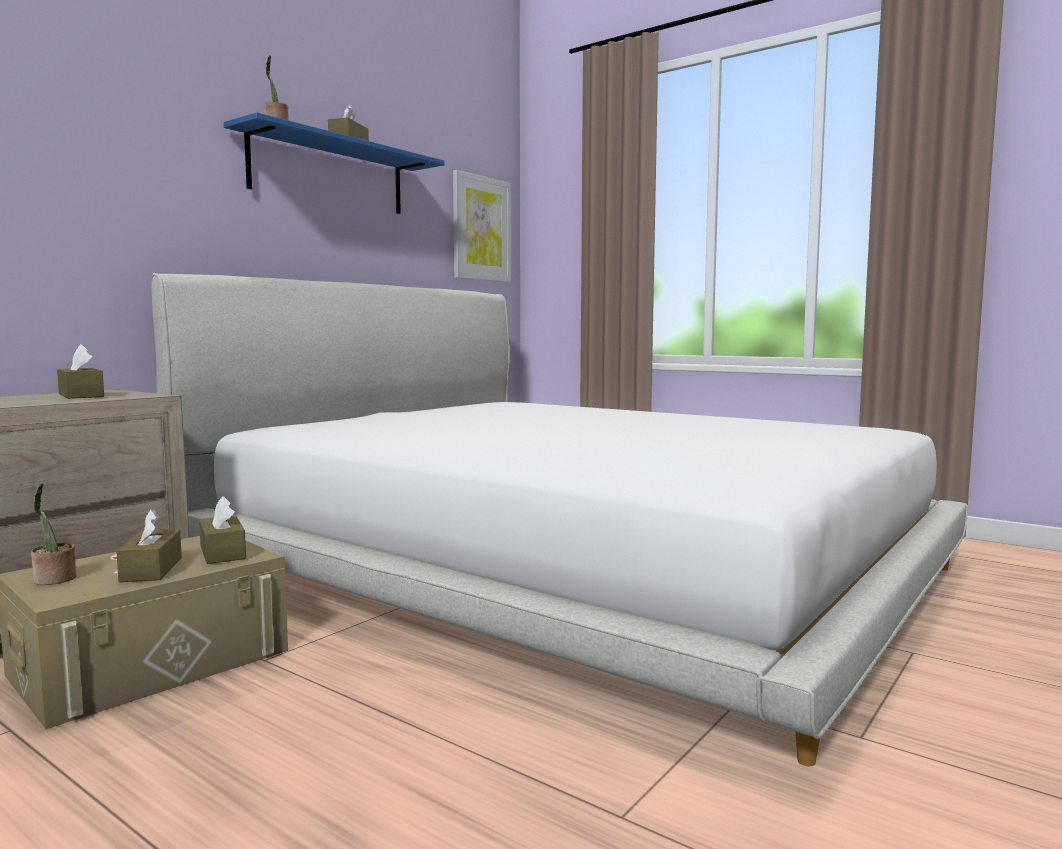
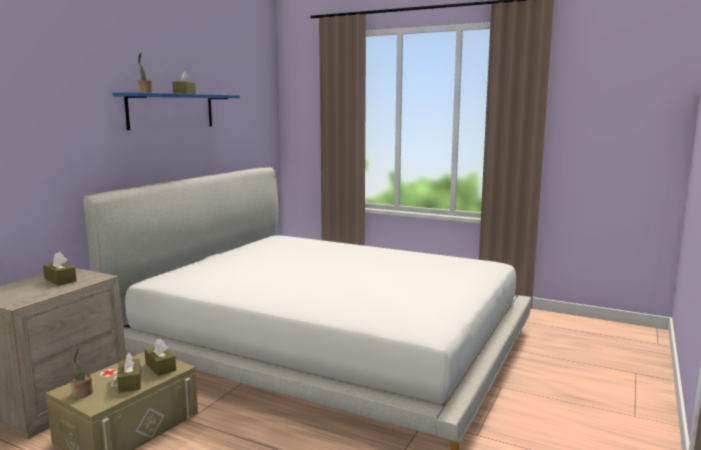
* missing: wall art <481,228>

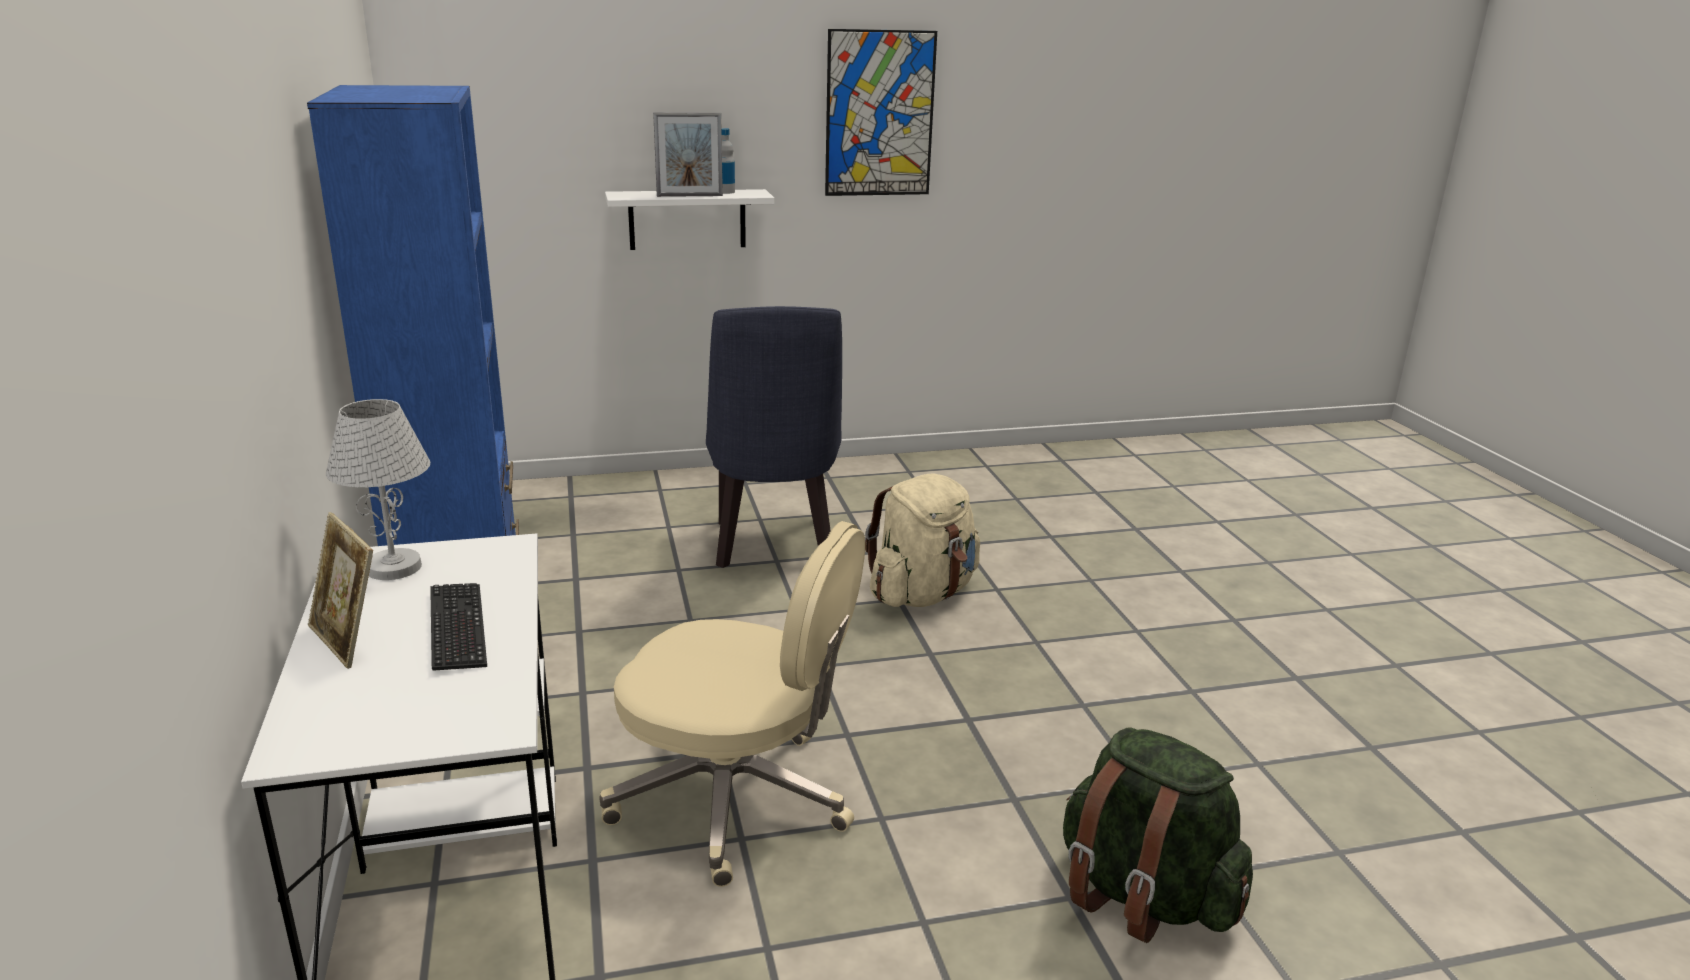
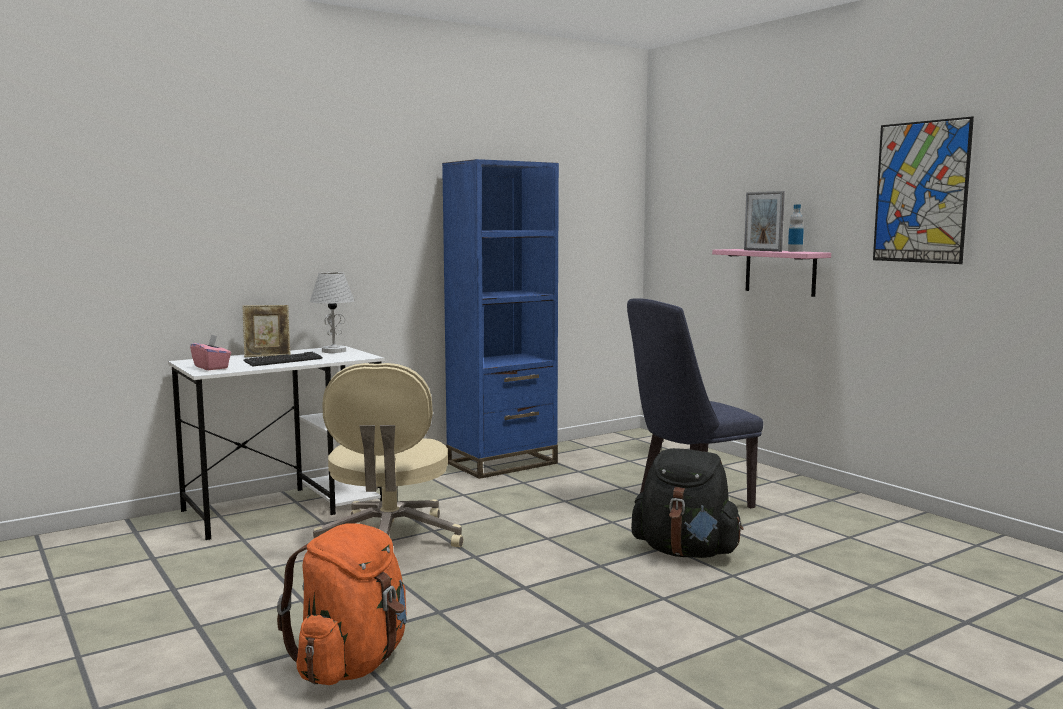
* colour: wall shelf in white <687,219> to wall shelf in pink-coloured <780,272>
* colour: rucksack in beige <922,594> to rucksack in black-coloured <686,552>
* spun: standing frame <348,640> = <267,355> 135 degrees counterclockwise
* colour: rucksack in greenish <1142,895> to rucksack in orange-coloured <352,664>
* appeared: box of tissues in pink-coloured <211,367>

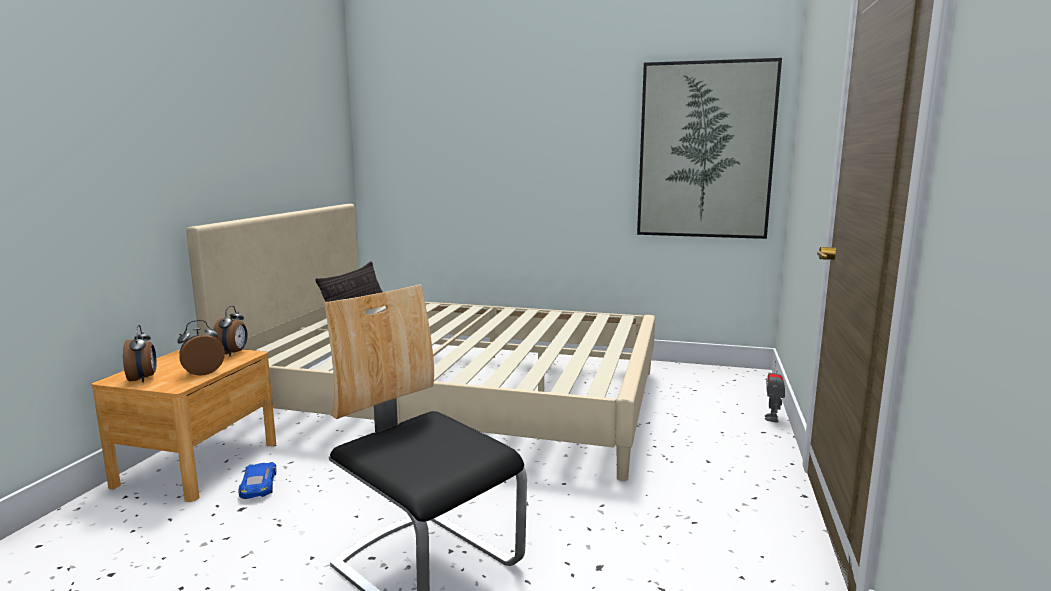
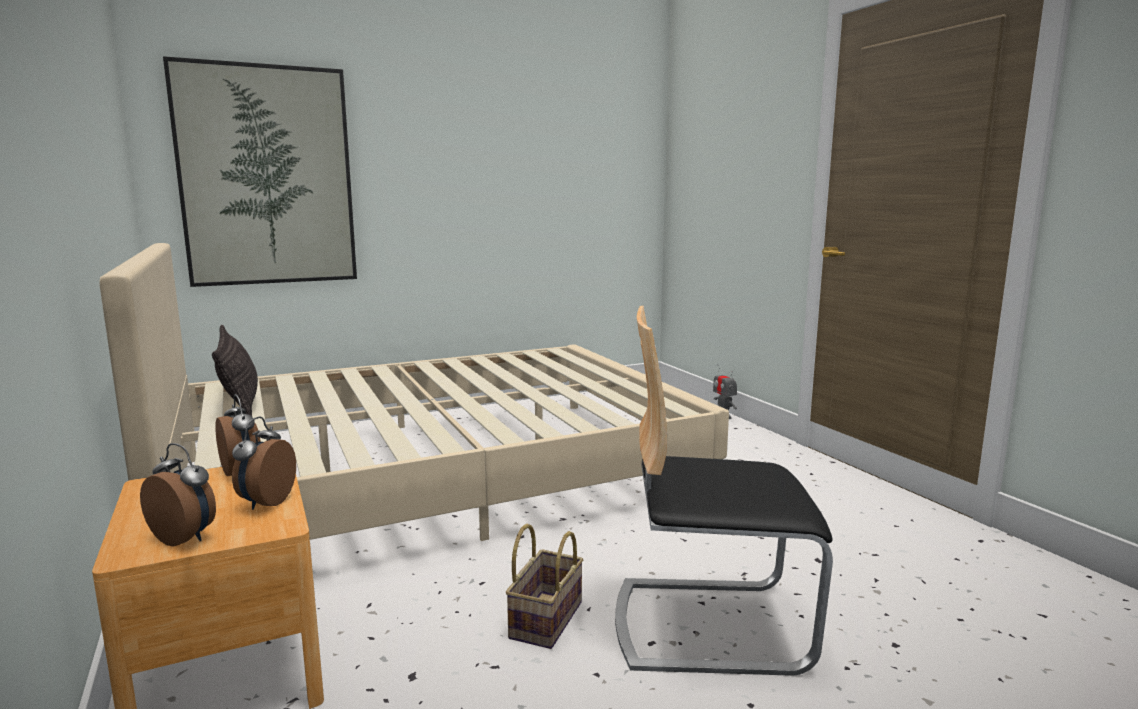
* relocated: wall art <705,151> to <267,176>
* missing: model car in blue-coloured <258,485>
* appeared: household basket <545,618>

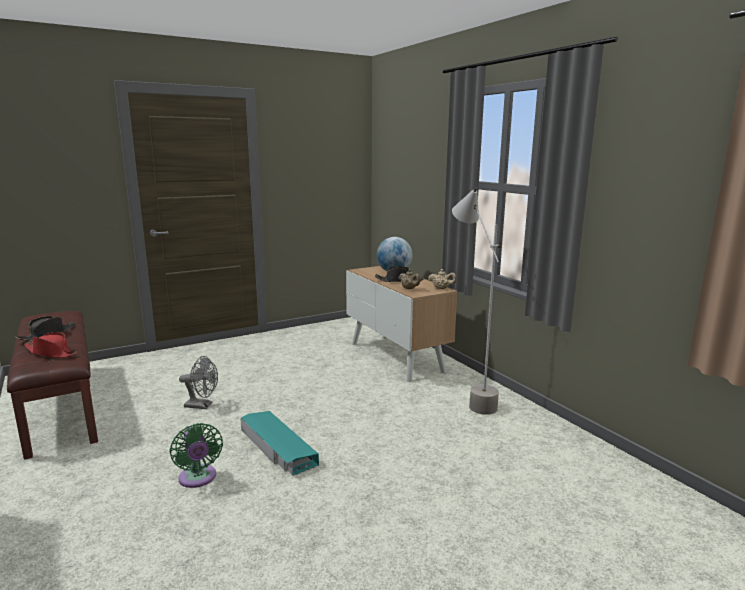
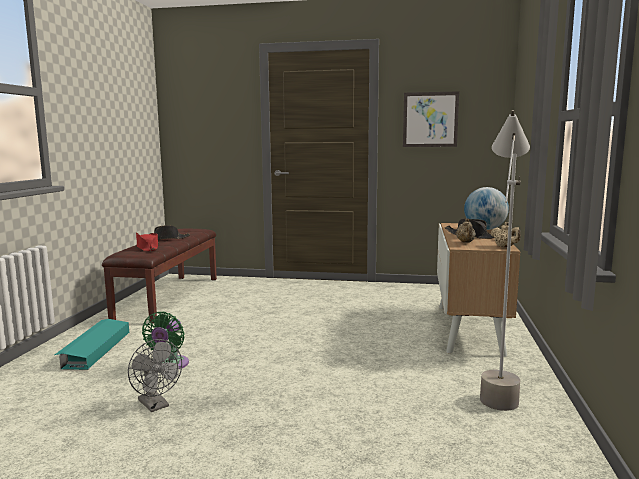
* relocated: electric fan in greyish <202,405> to <156,405>
* relocated: storage bin in blue-green <277,447> to <95,349>
* appeared: wall art <430,119>

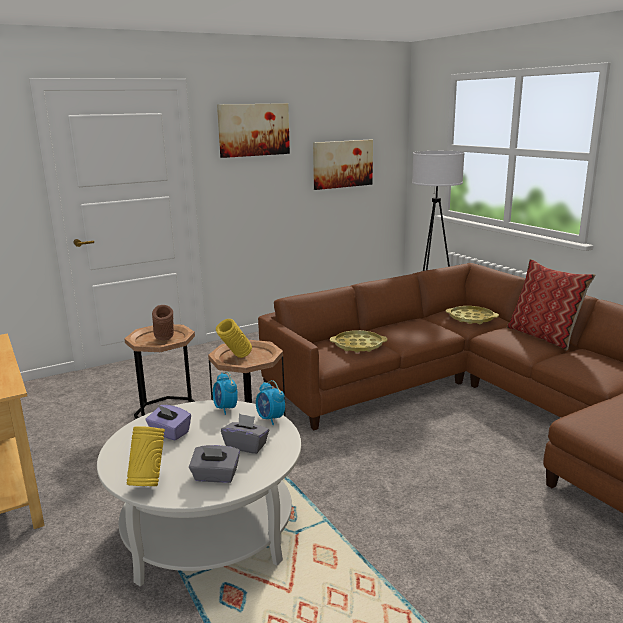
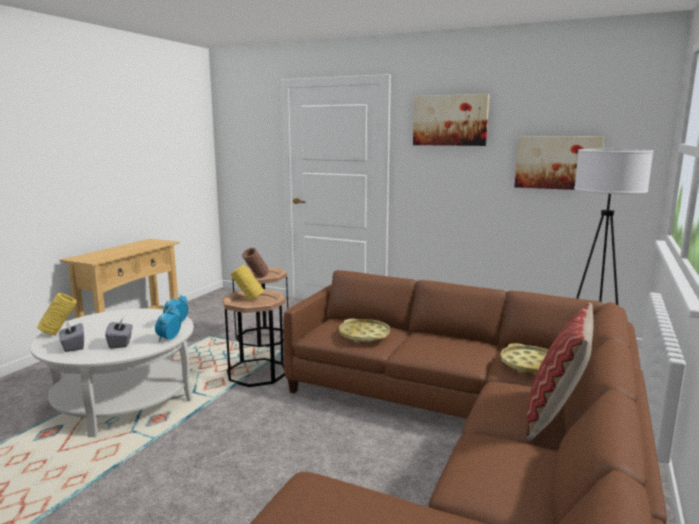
* missing: box of tissues in purple <169,433>

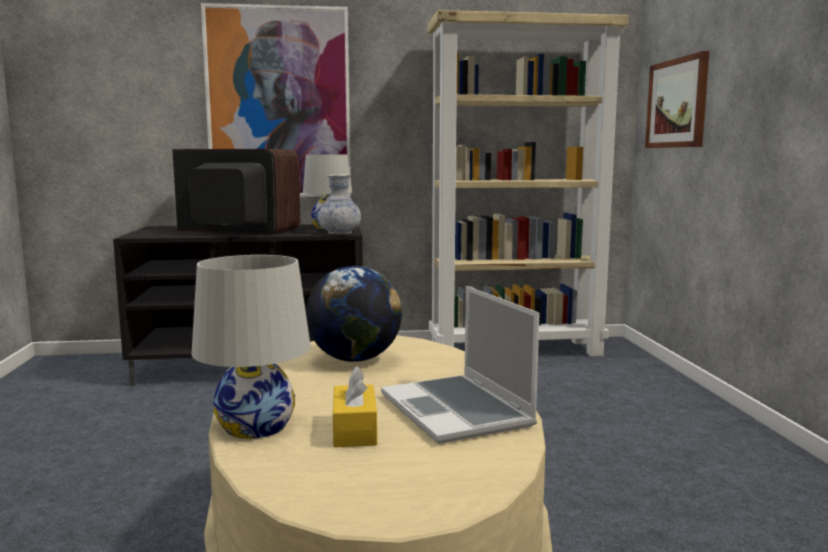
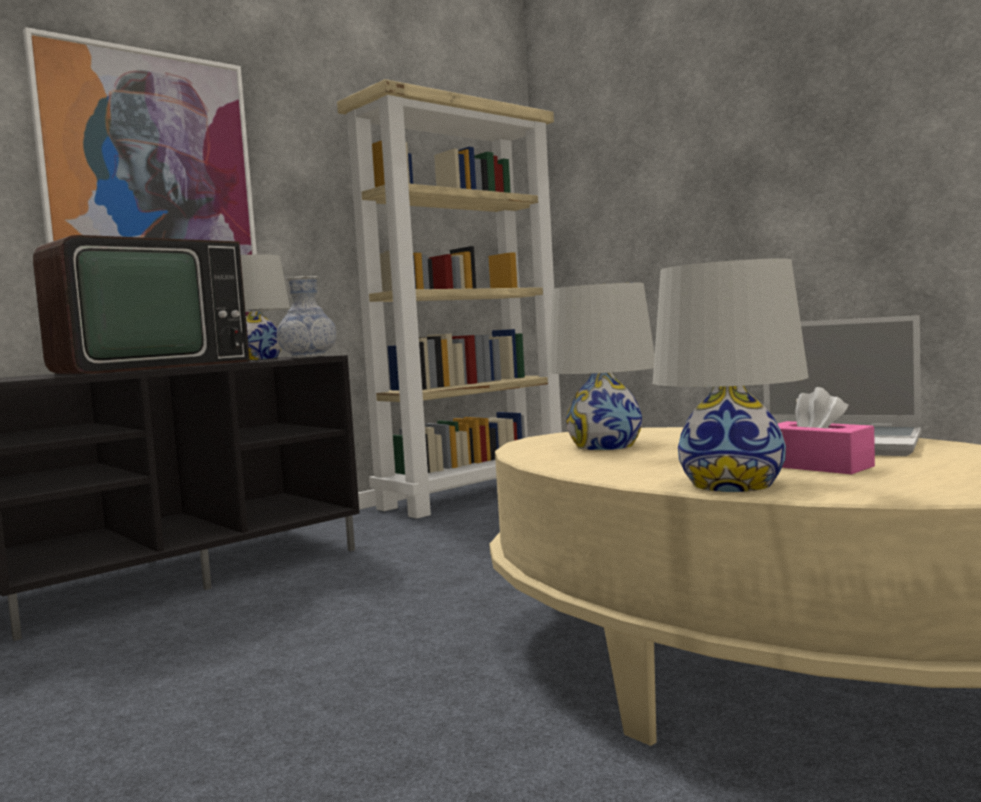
* missing: wall art <677,103>
* spun: TV <236,231> = <145,368> 150 degrees clockwise
* exchanged: world globe <354,359> to tabletop lamp in white <604,445>
* colour: box of tissues in yellow <354,430> to box of tissues in pink-coloured <817,466>

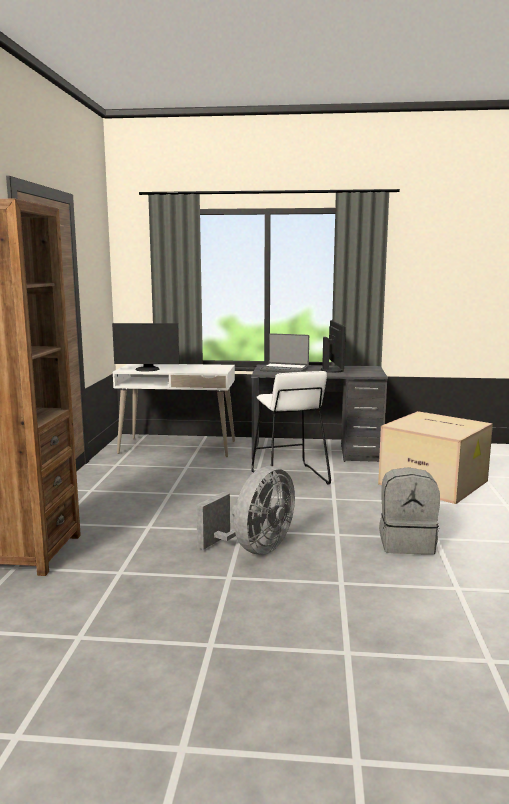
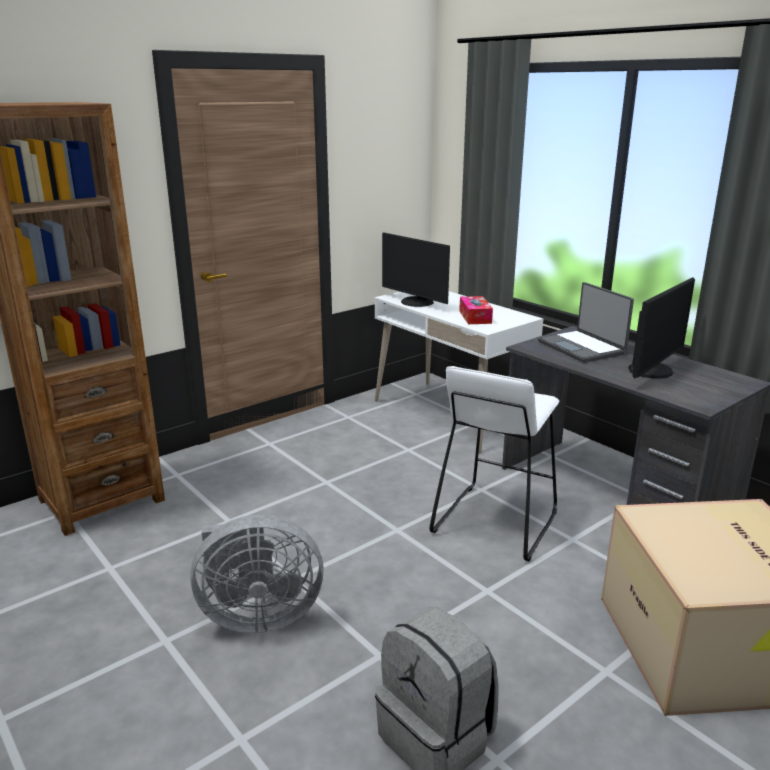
* appeared: box of tissues <475,317>

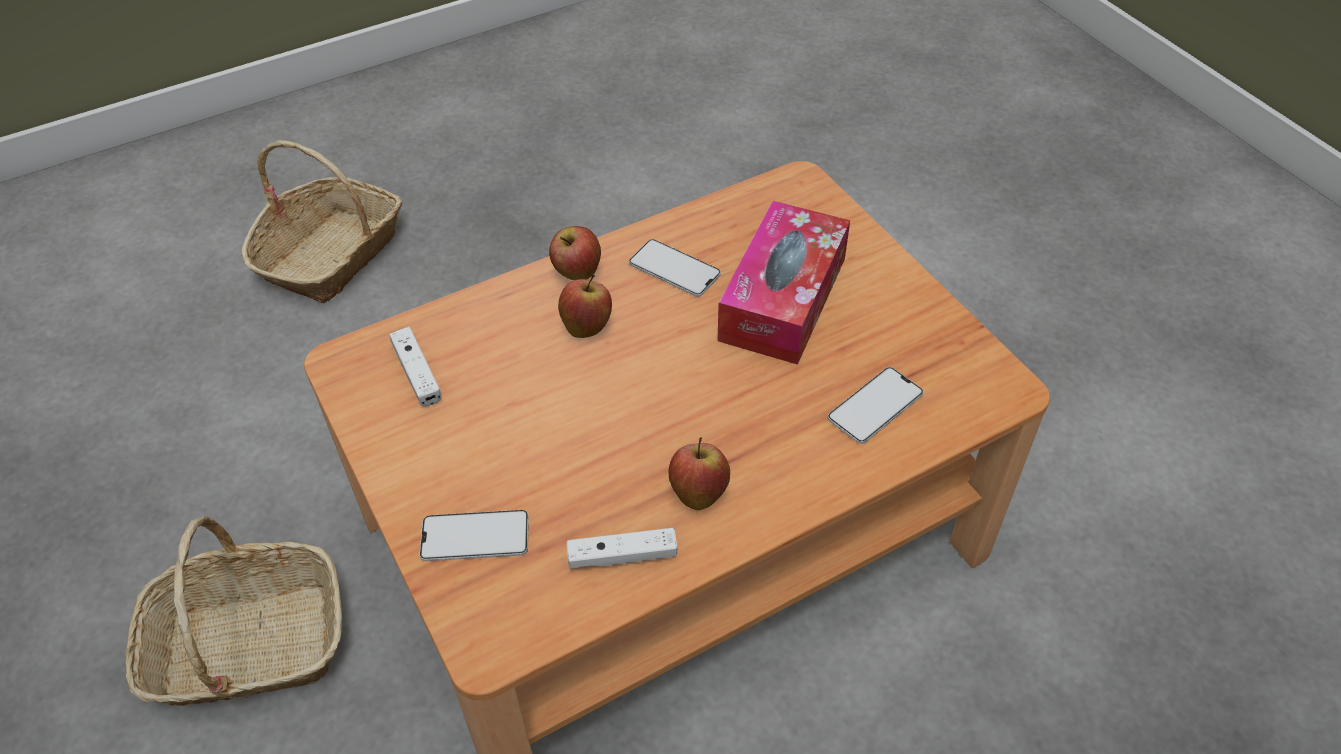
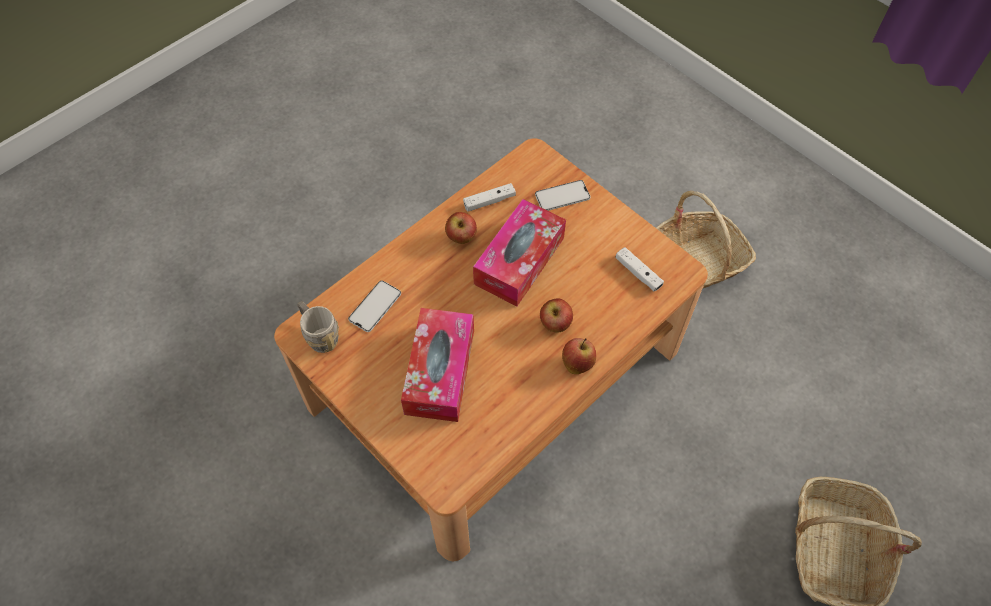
* missing: handset <674,268>
* appeared: box of tissues <519,261>
* appeared: coffee mug in greyish <319,335>

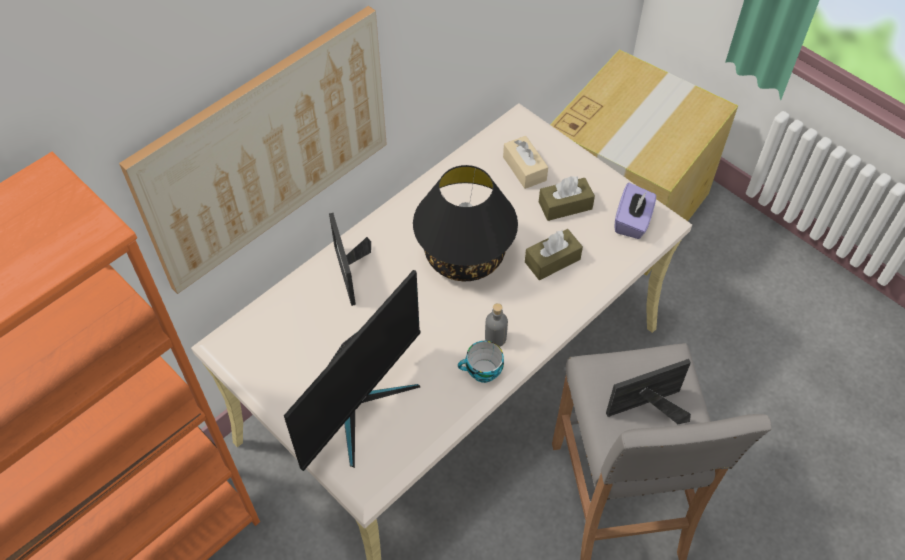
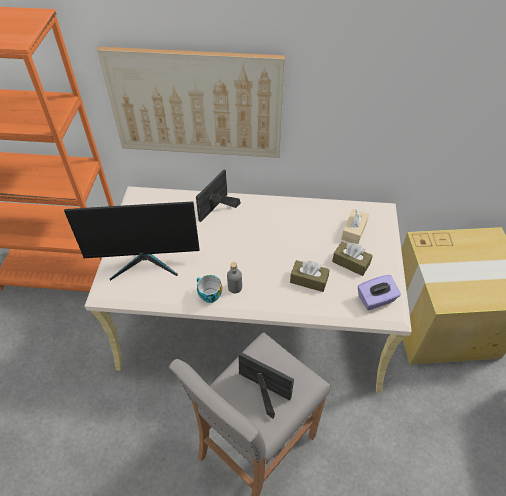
* missing: tabletop lamp in black-coloured <464,257>

